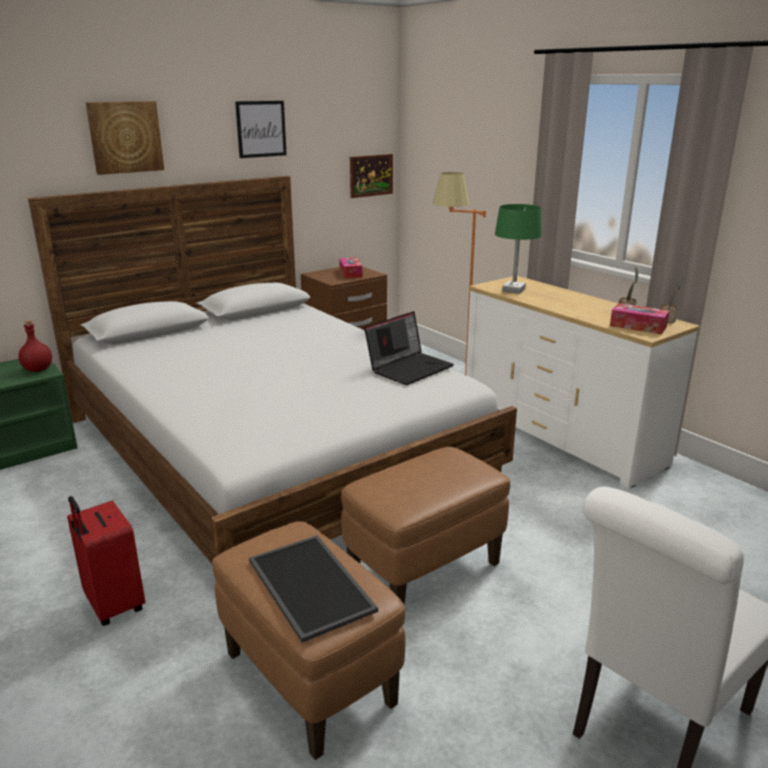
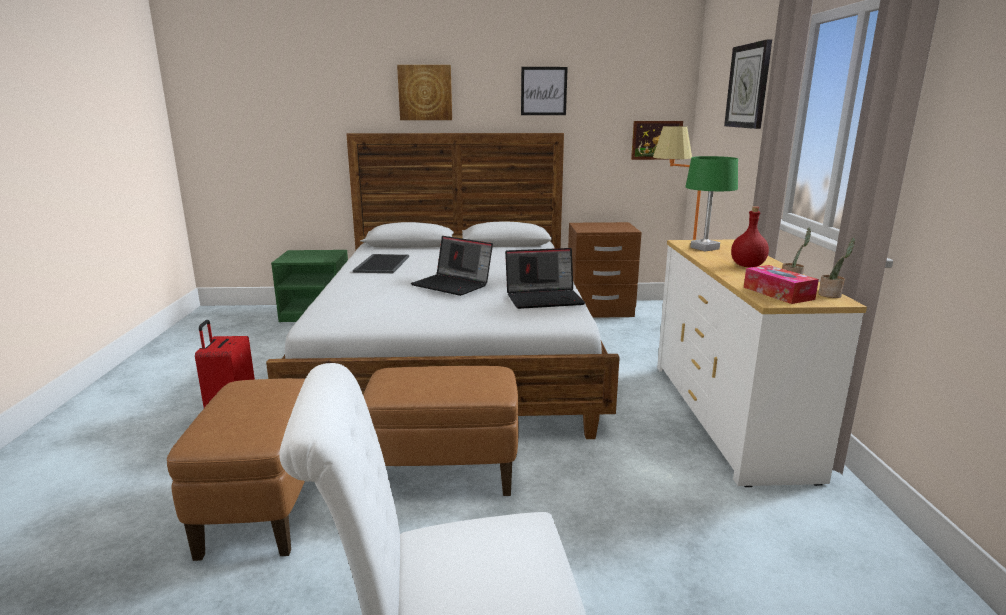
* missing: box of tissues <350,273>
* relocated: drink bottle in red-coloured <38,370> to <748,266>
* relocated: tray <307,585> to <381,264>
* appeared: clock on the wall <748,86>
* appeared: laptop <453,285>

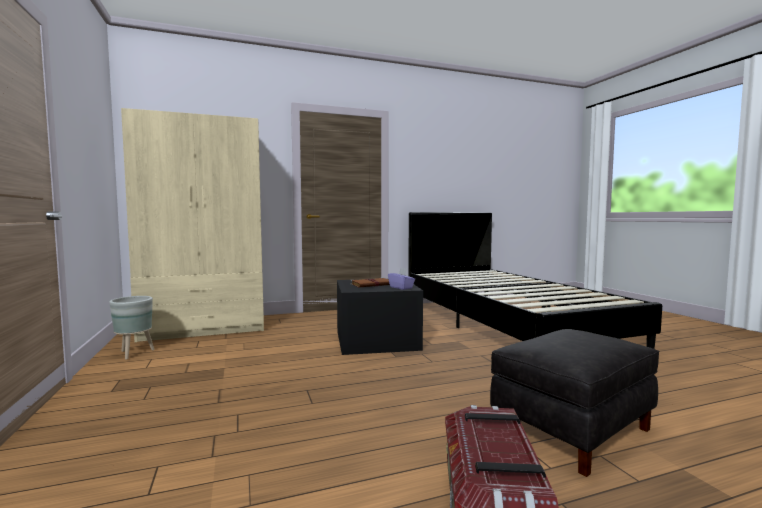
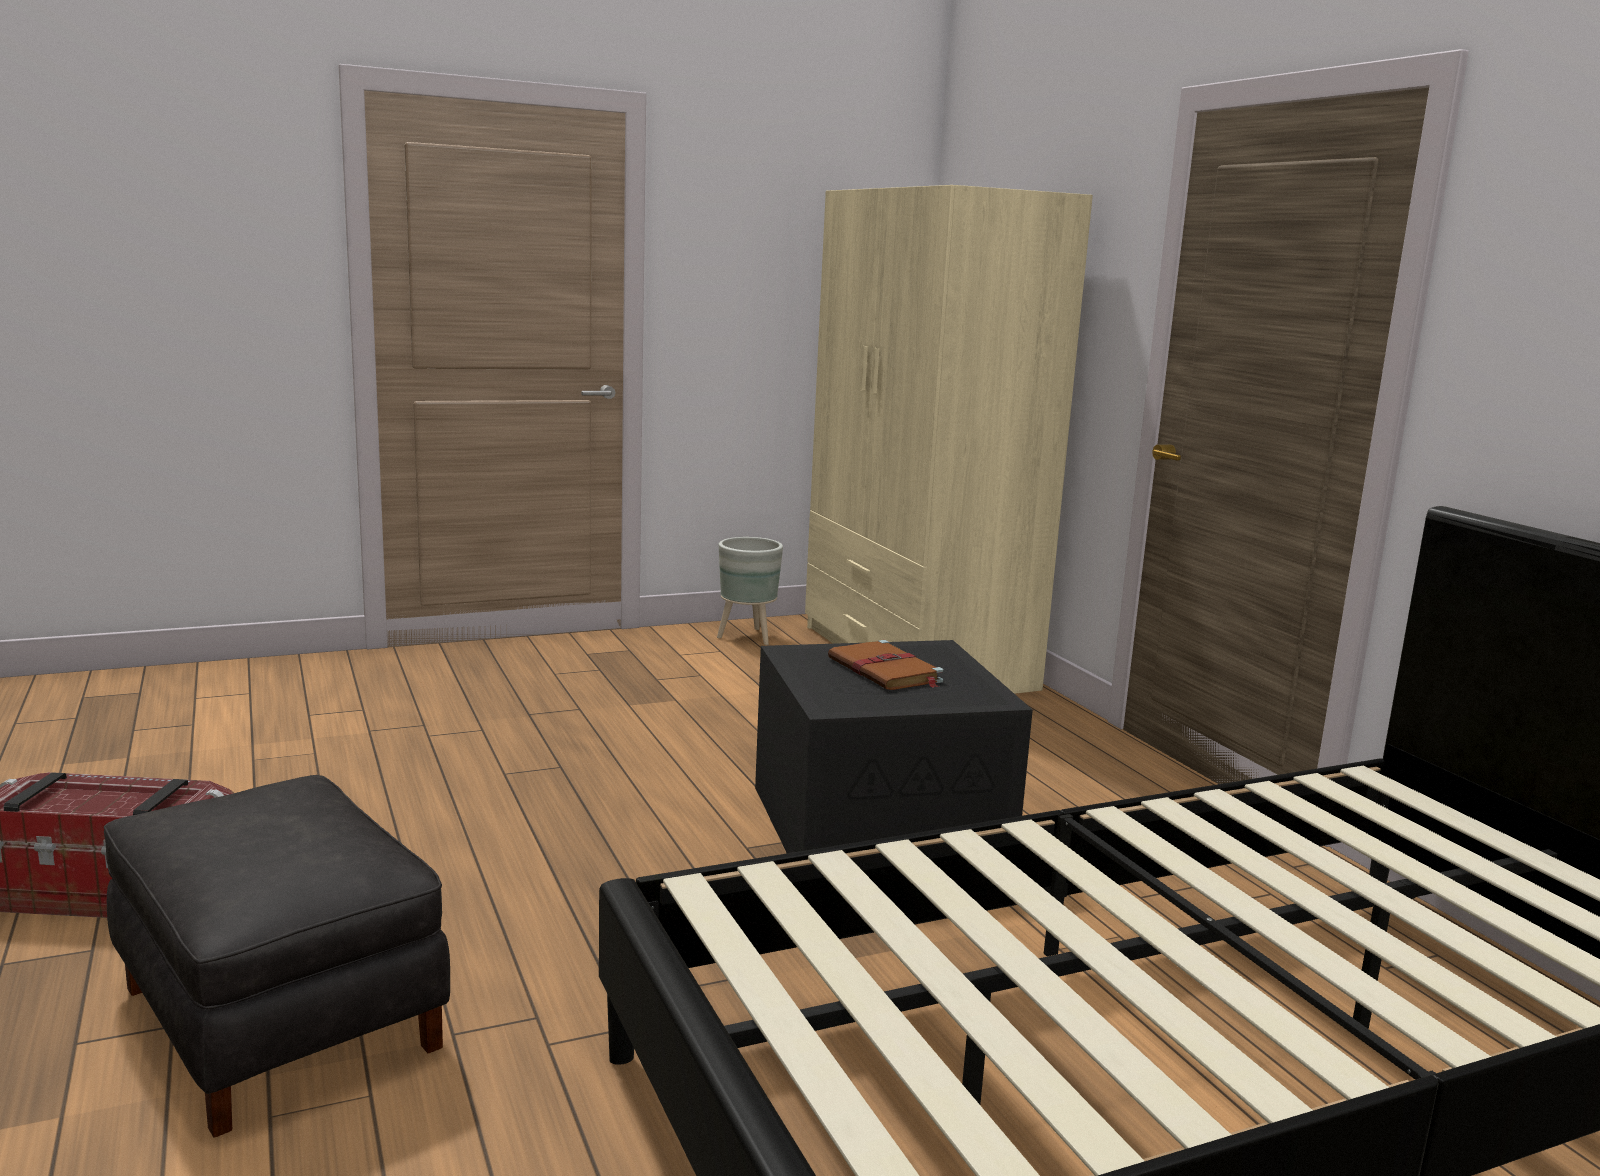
* missing: box of tissues in purple <401,288>

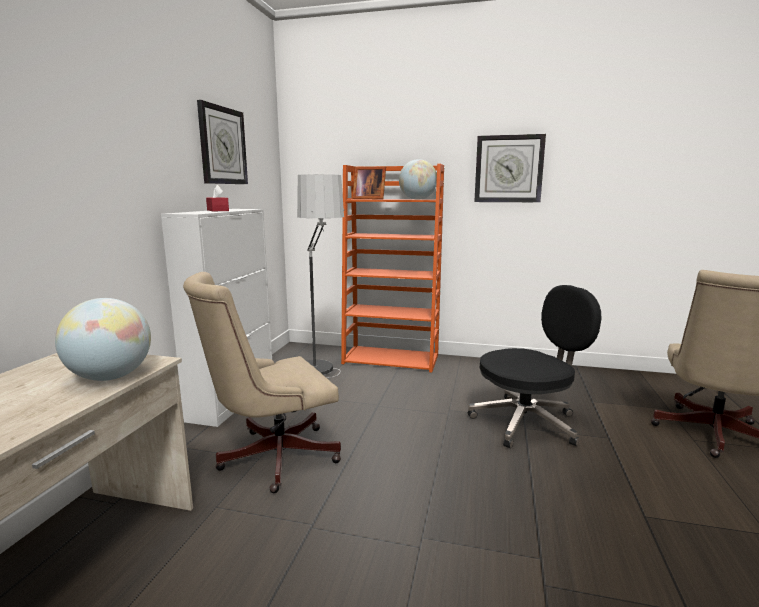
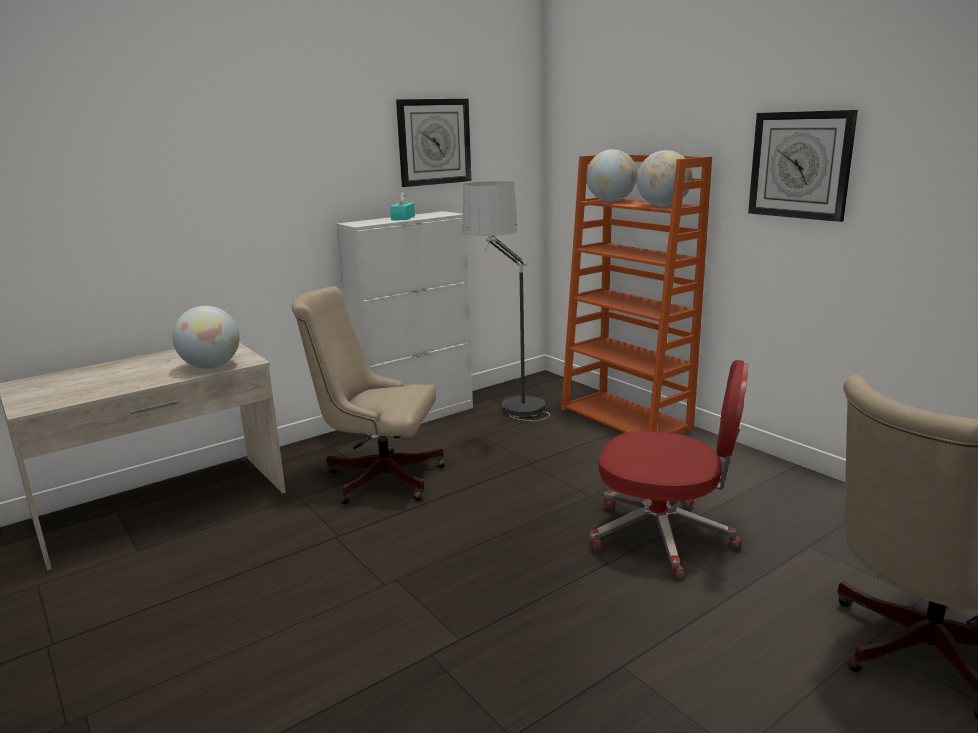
* exchanged: standing frame <369,199> to world globe <610,201>
* colour: box of tissues in red-coloured <217,210> to box of tissues in blue-green <403,218>
* colour: desk chair in black-coloured <527,423> to desk chair in red-coloured <664,536>

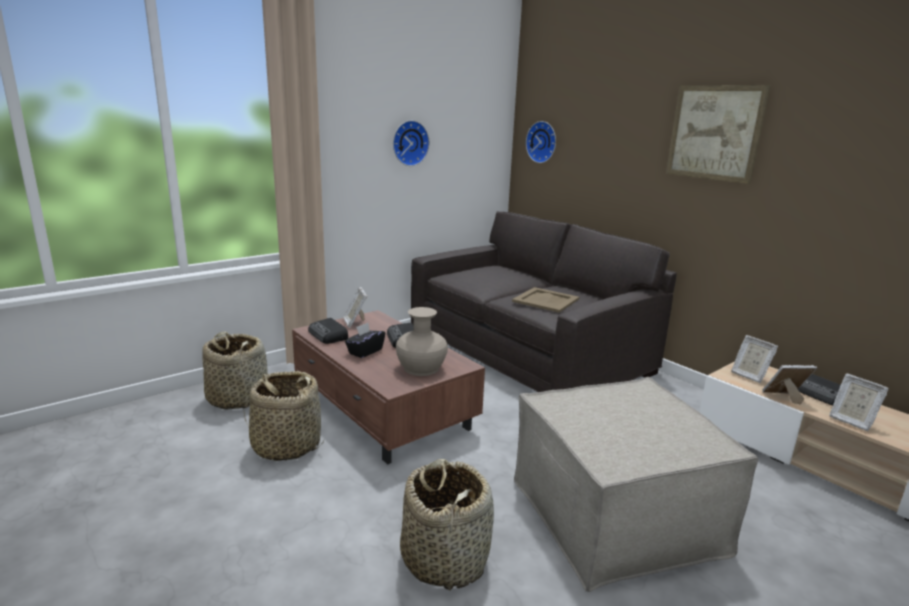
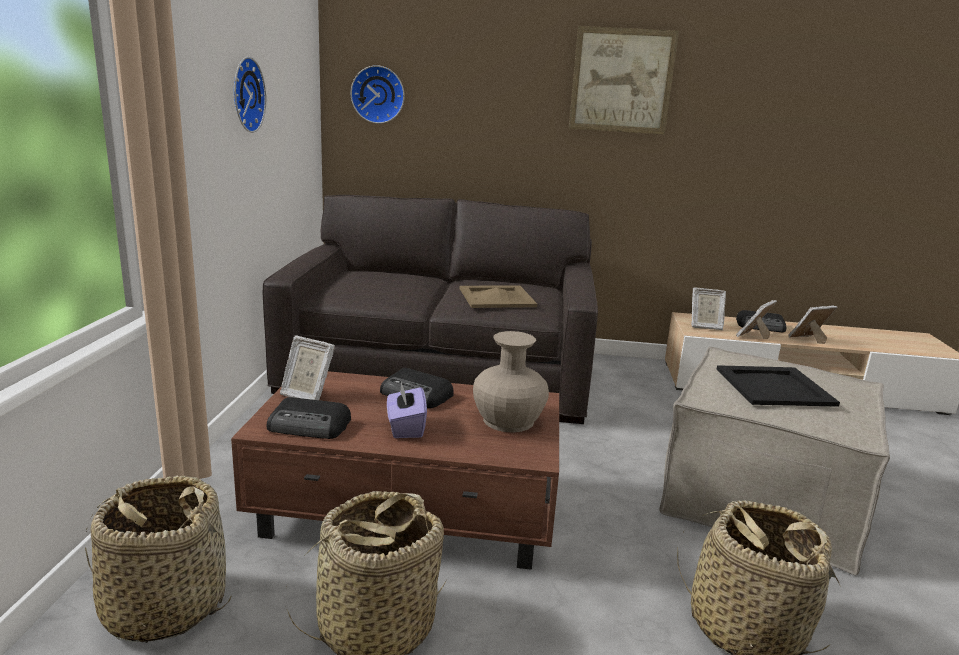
* colour: box of tissues in black-coloured <365,351> to box of tissues in purple <405,427>
* spun: standing frame <851,421> = <808,340> 150 degrees clockwise
* appeared: tray in black-coloured <773,387>

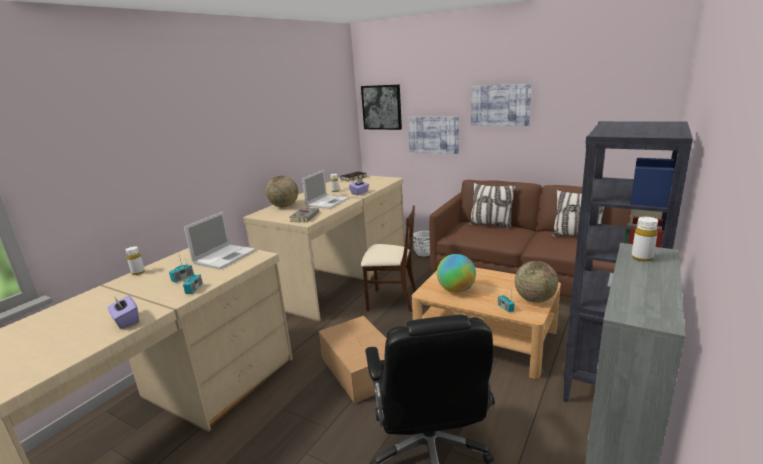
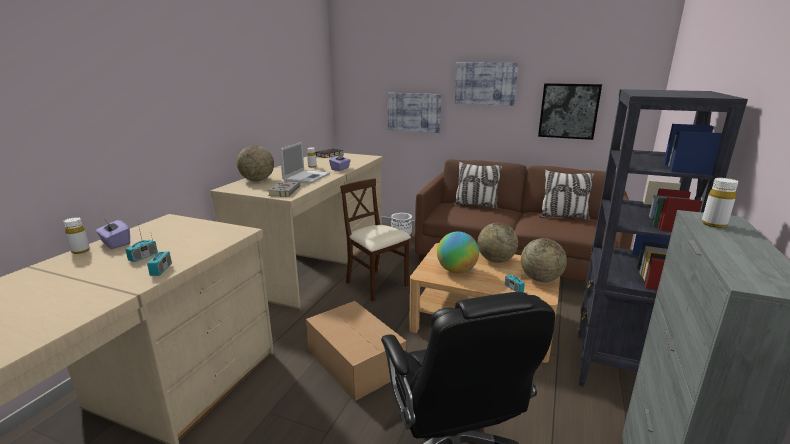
* relocated: wall art <382,107> to <568,111>
* spun: plain chair in beige <391,301> = <376,285> 135 degrees counterclockwise
* missing: laptop <225,256>
* relocated: box of tissues in purple <126,321> to <115,243>
* appeared: world globe <495,260>

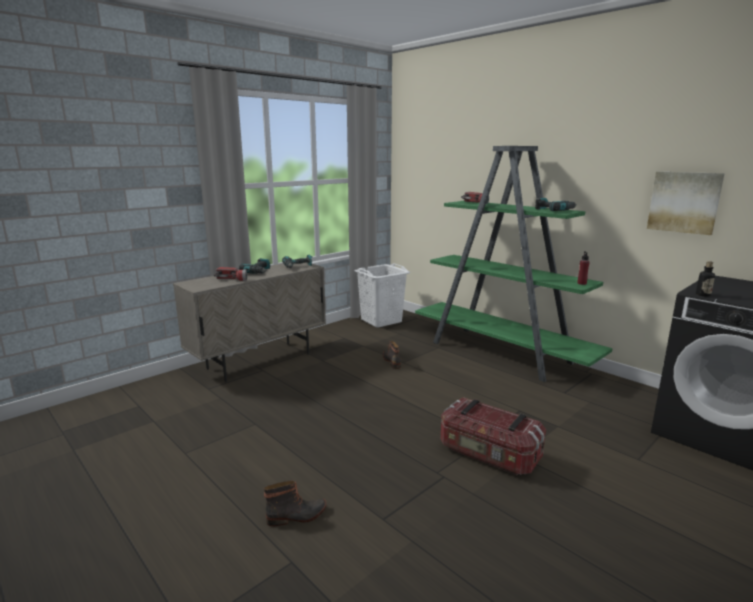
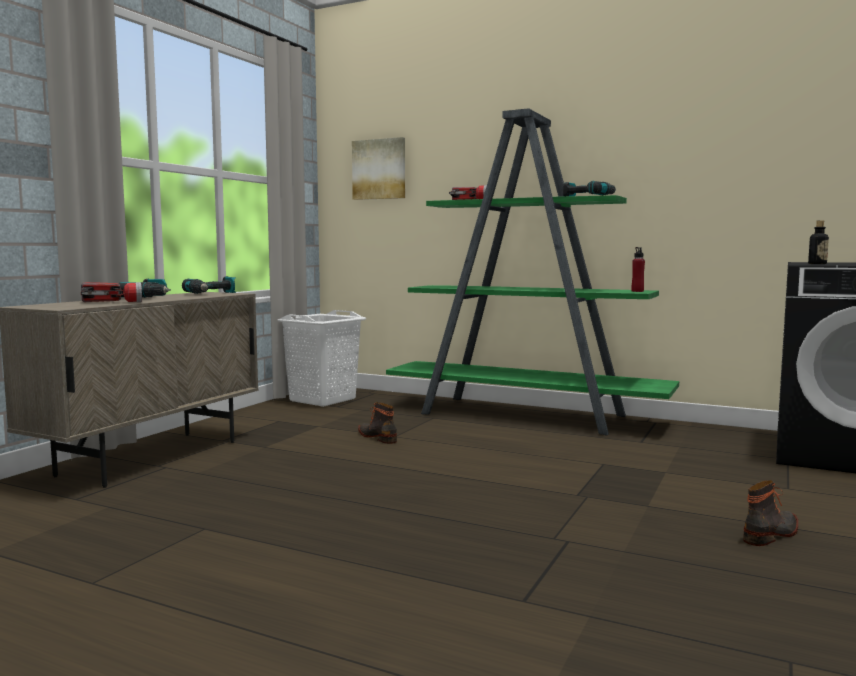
* relocated: wall art <684,202> to <379,169>
* missing: storage bin <488,454>
* relocated: tall boot <297,516> to <772,534>

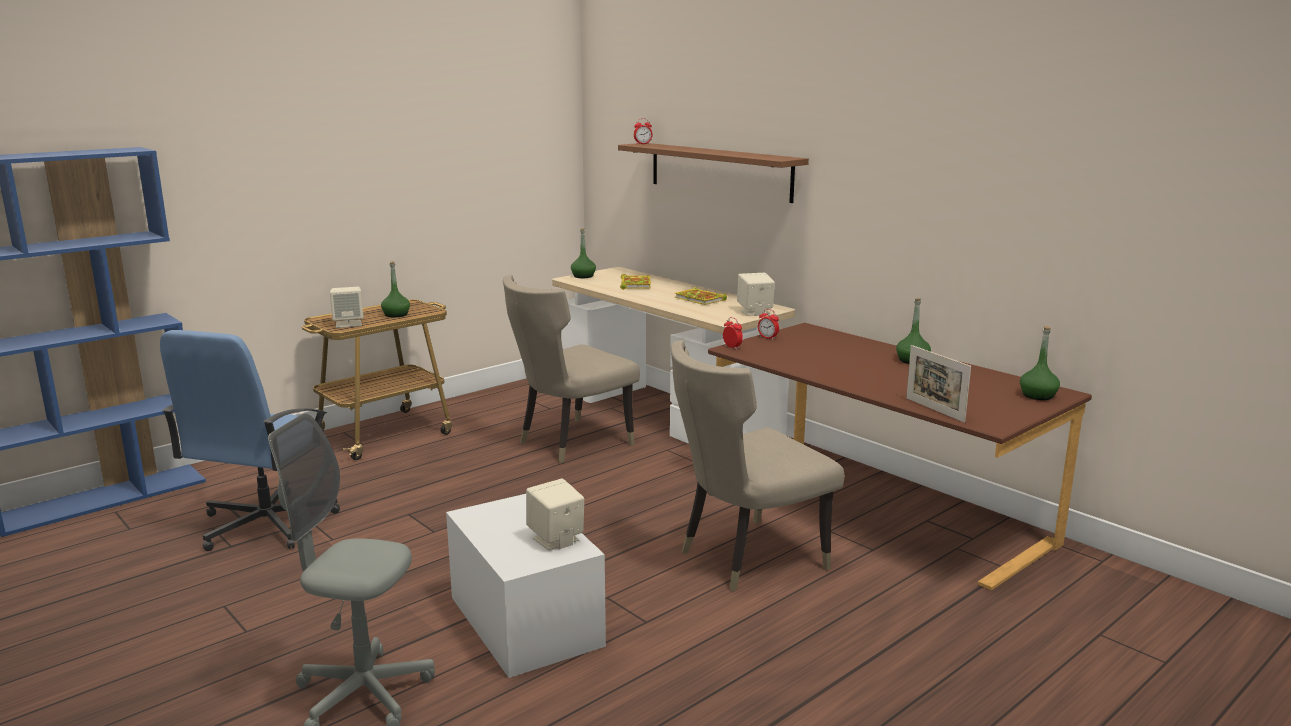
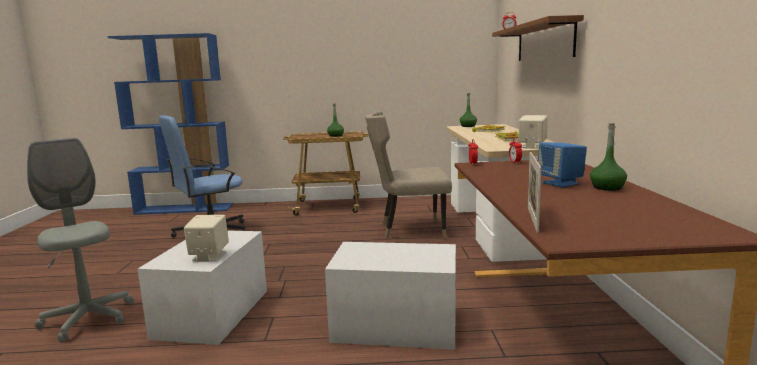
* missing: loudspeaker in beige <349,324>
* missing: drink bottle in greenish <1038,395>
* exchanged: plain chair in beige <745,558> to storage bin in white <395,326>
* appeared: loudspeaker in blue-coloured <560,183>

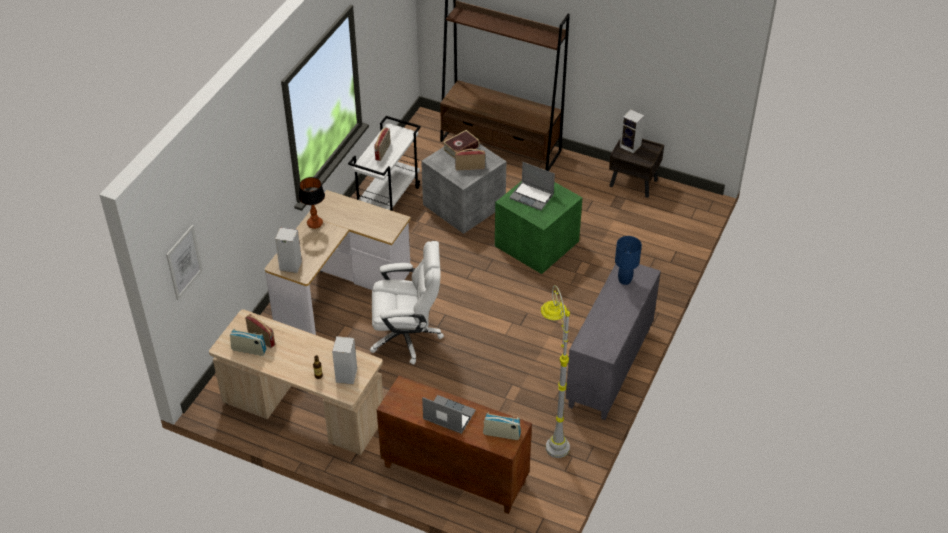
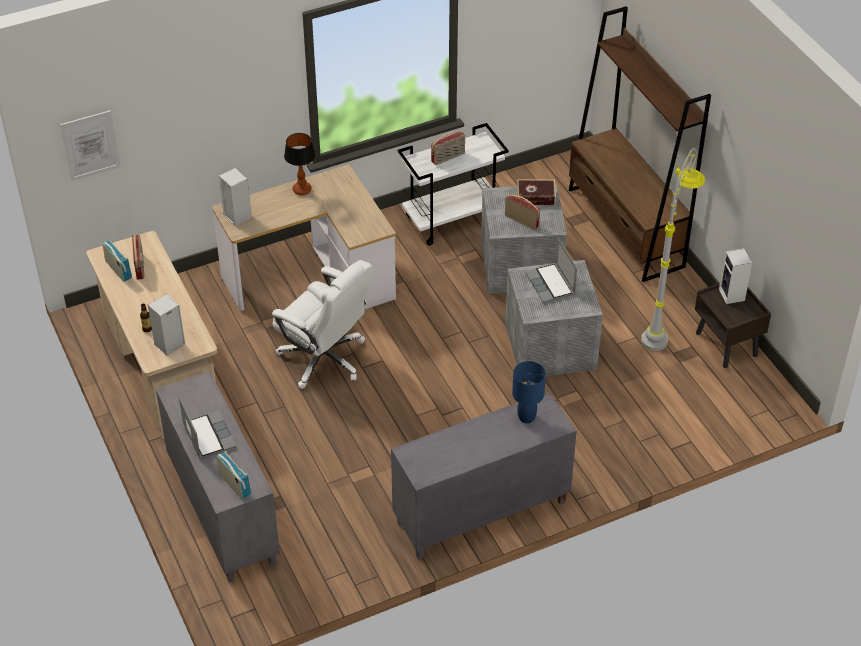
* colour: storage bin in greenish <538,243> to storage bin in greyish <552,346>
* relocated: standing lamp in greyish <552,431> to <662,326>
* colour: cabinet in brownish <453,475> to cabinet in greyish <222,512>

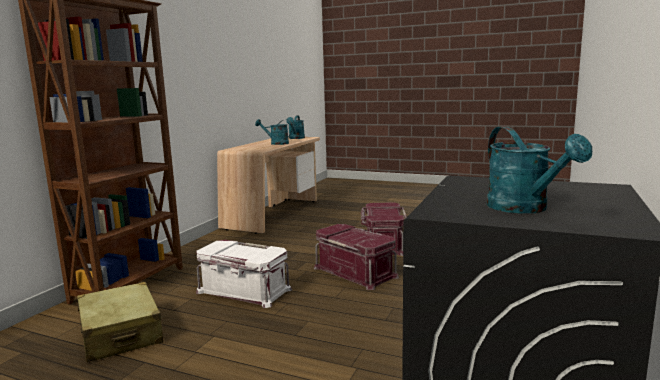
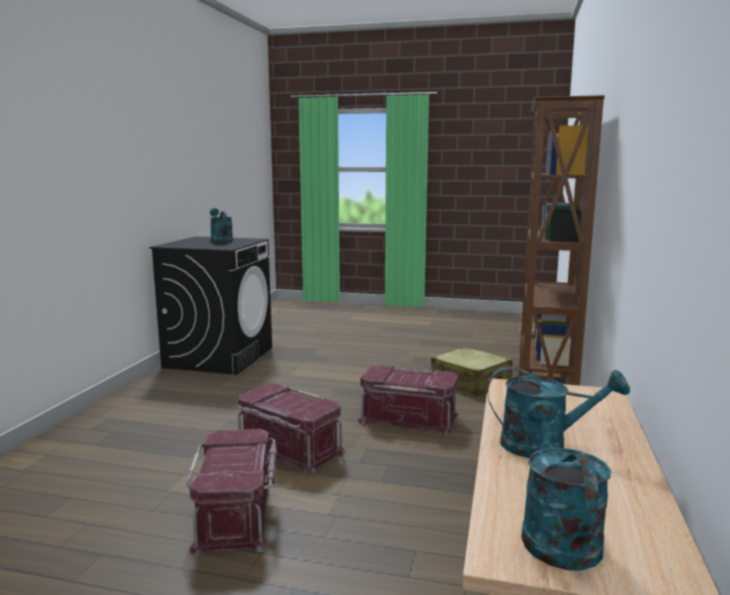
* colour: storage bin in white <243,291> to storage bin in red-coloured <409,418>

